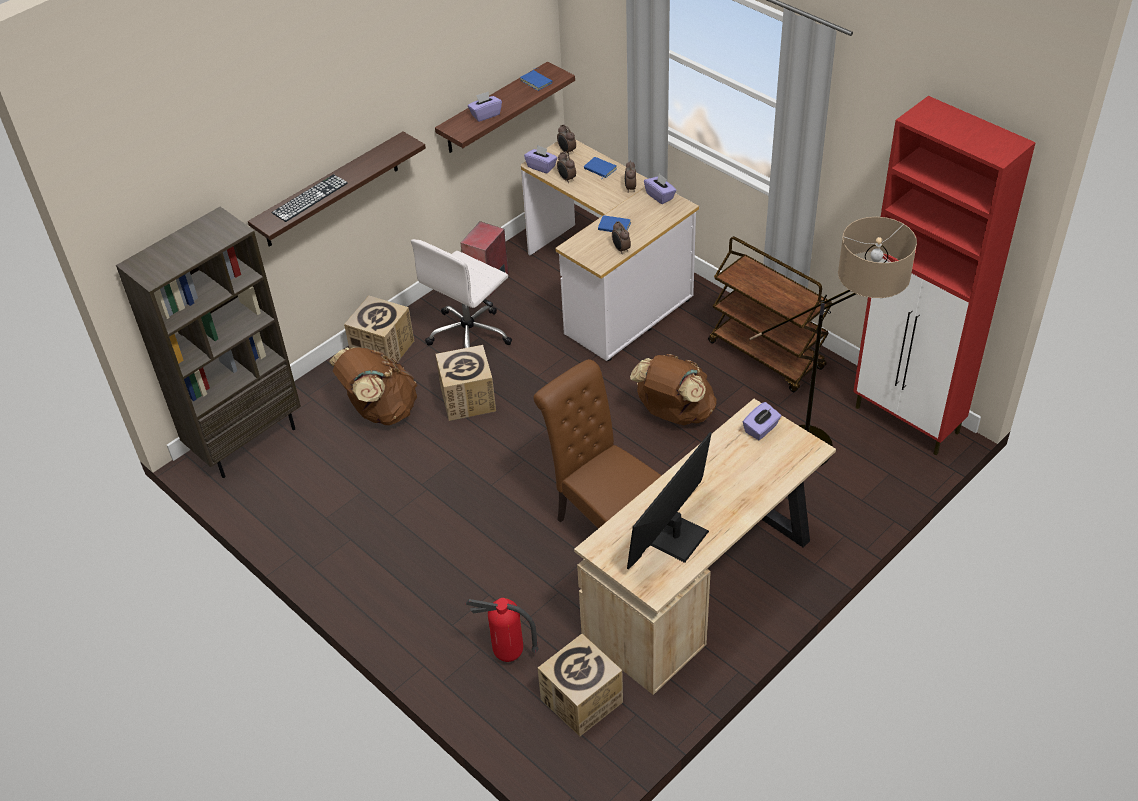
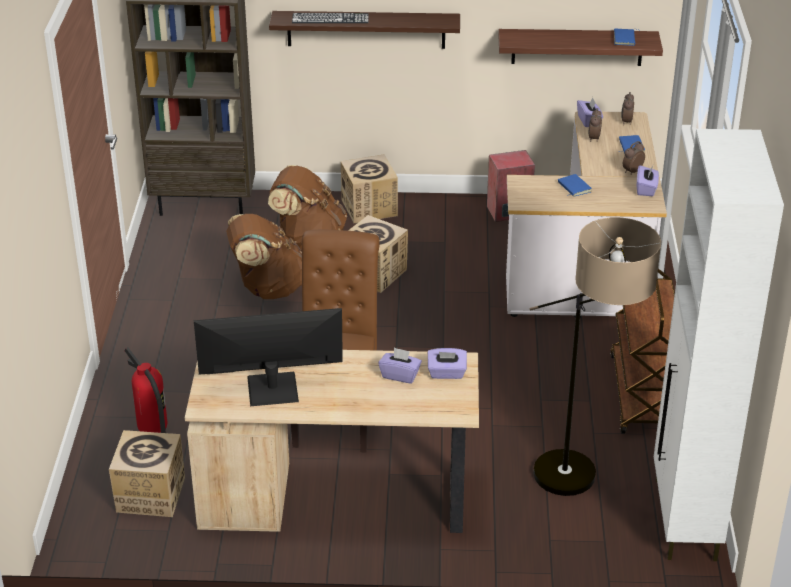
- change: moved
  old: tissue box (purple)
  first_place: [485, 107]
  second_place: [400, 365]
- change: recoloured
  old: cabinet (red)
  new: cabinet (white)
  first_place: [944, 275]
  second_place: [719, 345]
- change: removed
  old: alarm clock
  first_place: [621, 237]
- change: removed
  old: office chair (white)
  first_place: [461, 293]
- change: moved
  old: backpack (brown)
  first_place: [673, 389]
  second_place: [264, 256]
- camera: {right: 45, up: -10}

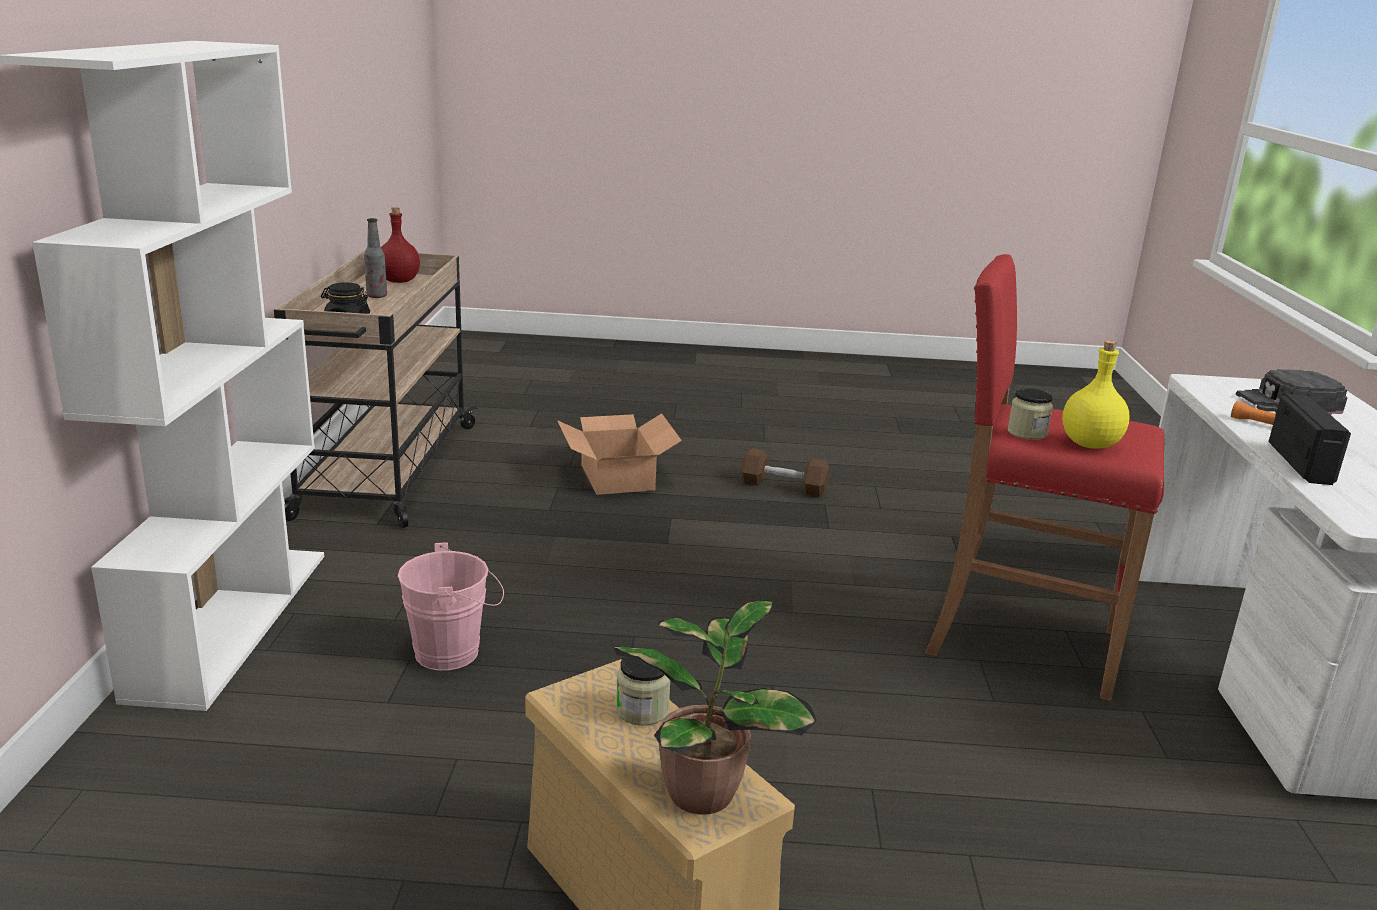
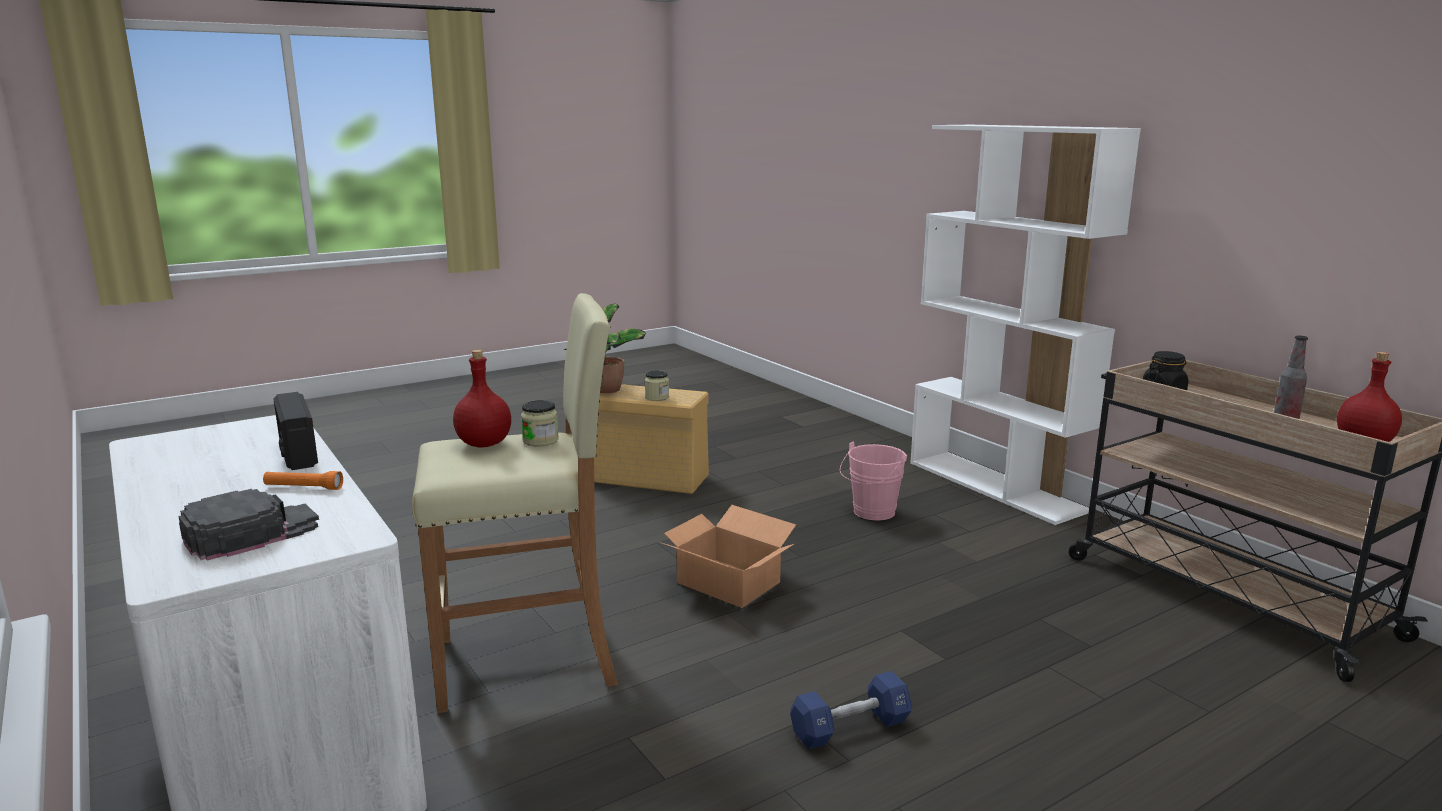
- change: recoloured
  old: stool (red)
  new: stool (beige)
  first_place: [1044, 477]
  second_place: [515, 503]
- change: recoloured
  old: bottle (yellow)
  new: bottle (red)
  first_place: [1096, 394]
  second_place: [482, 398]
- change: moved
  old: cardboard box
  first_place: [619, 454]
  second_place: [727, 556]
- change: removed
  old: dumbbell (brown)
  first_place: [785, 472]
- change: added
  new: dumbbell (blue)
  second_place: [851, 710]
- camera: {right: 145, up: -5}

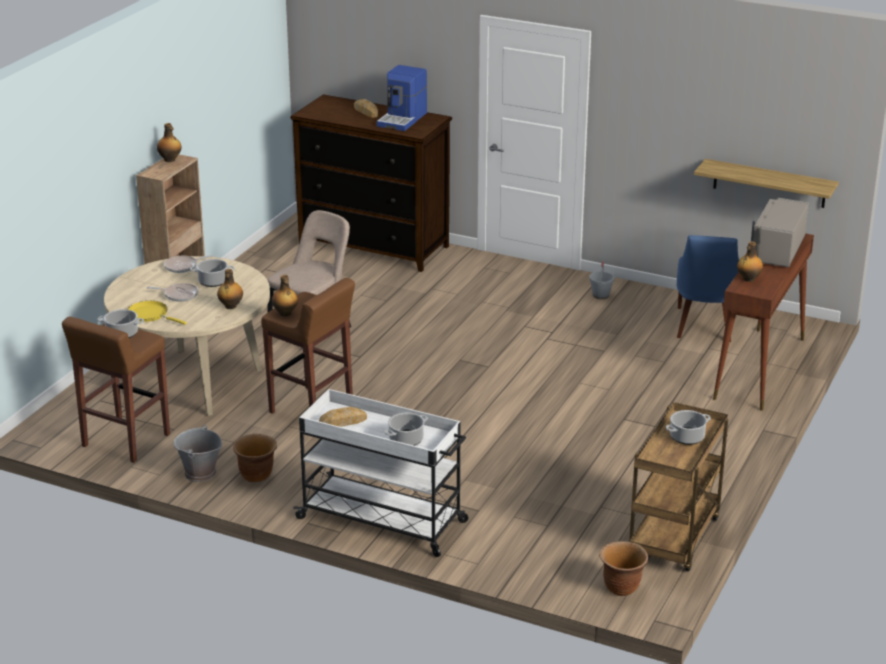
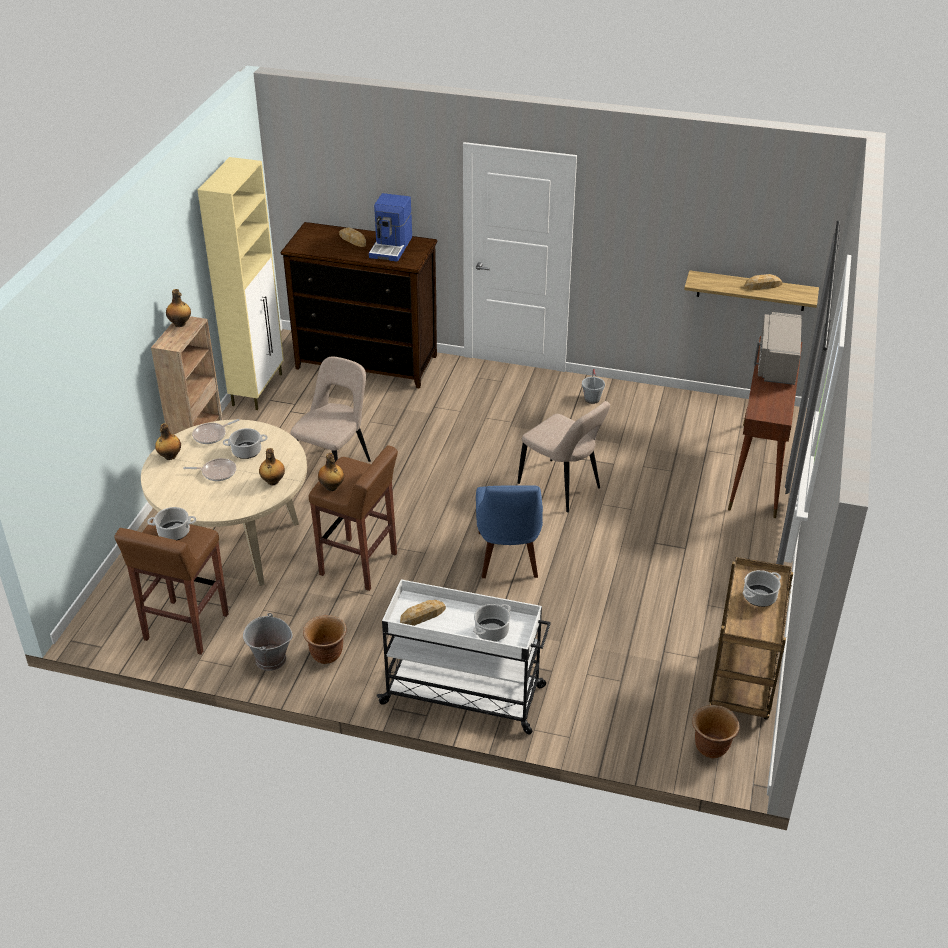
- change: moved
  old: chair (blue)
  first_place: [708, 288]
  second_place: [509, 531]
- change: moved
  old: bottle
  first_place: [750, 261]
  second_place: [168, 441]
- change: removed
  old: frying pan (yellow)
  first_place: [157, 313]
- change: added
  new: cabinet (beige)
  second_place: [241, 283]
- change: added
  new: bread
  second_place: [763, 282]
- change: added
  new: chair (beige)
  second_place: [564, 456]
- camera: {right: -10, up: 10}

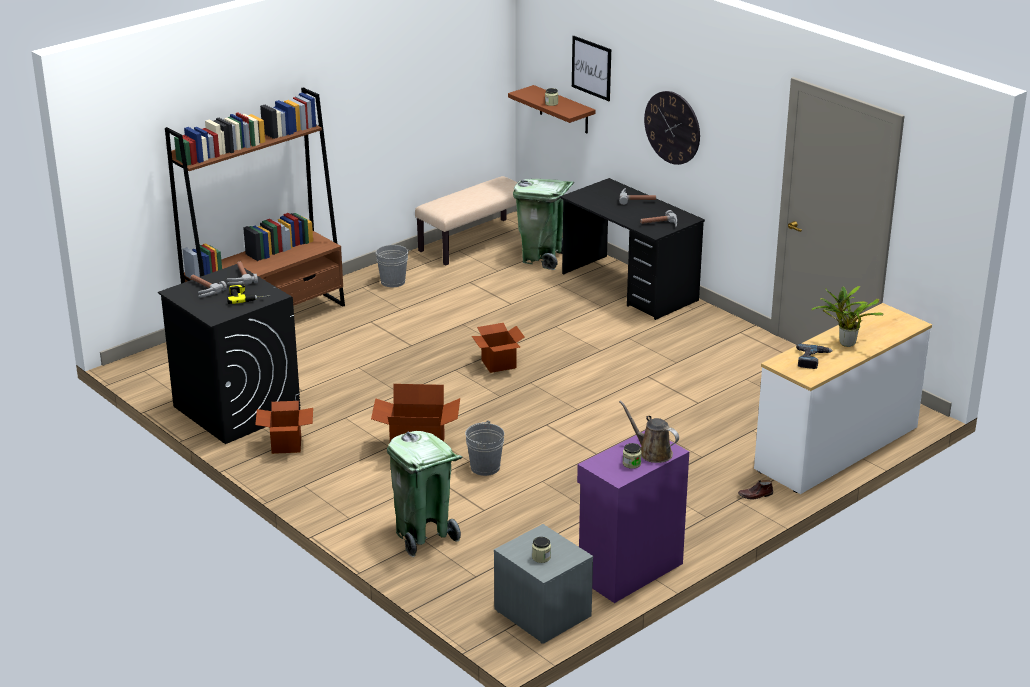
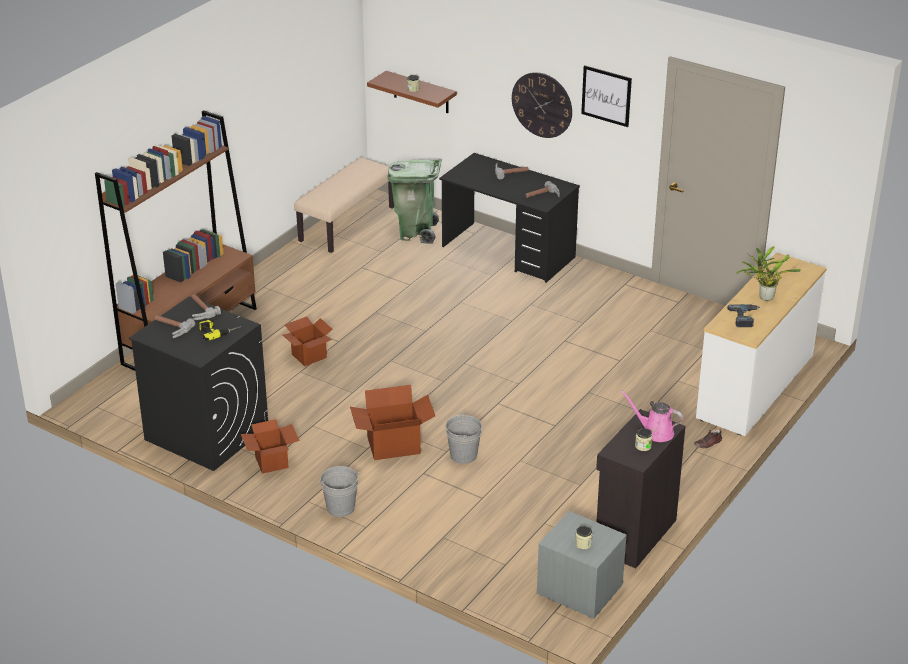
- change: moved
  old: picture
  first_place: [591, 68]
  second_place: [606, 96]
- change: moved
  old: bucket (grey)
  first_place: [391, 266]
  second_place: [339, 491]
- change: moved
  old: cardboard box
  first_place: [498, 348]
  second_place: [307, 341]
- change: recoloured
  old: watering can (brown)
  new: watering can (pink)
  first_place: [649, 431]
  second_place: [652, 416]
- change: removed
  old: trash can (green)
  first_place: [424, 494]
- change: recoloured
  old: cabinet (purple)
  new: cabinet (black)
  first_place: [633, 517]
  second_place: [641, 488]
- camera: {right: -15, up: 5}

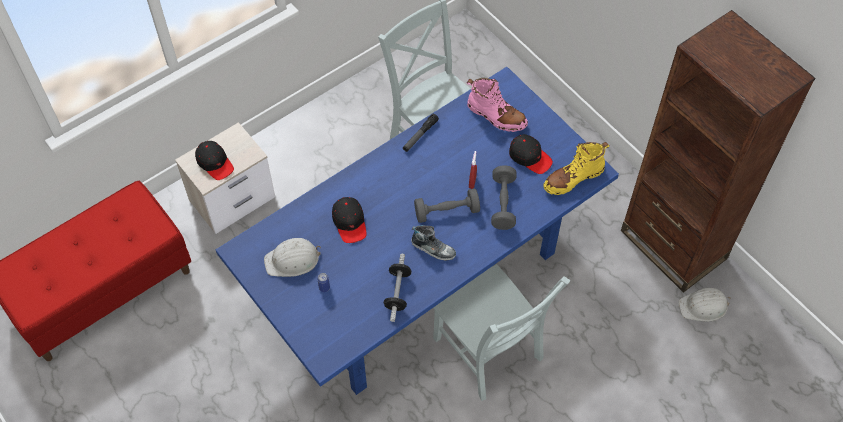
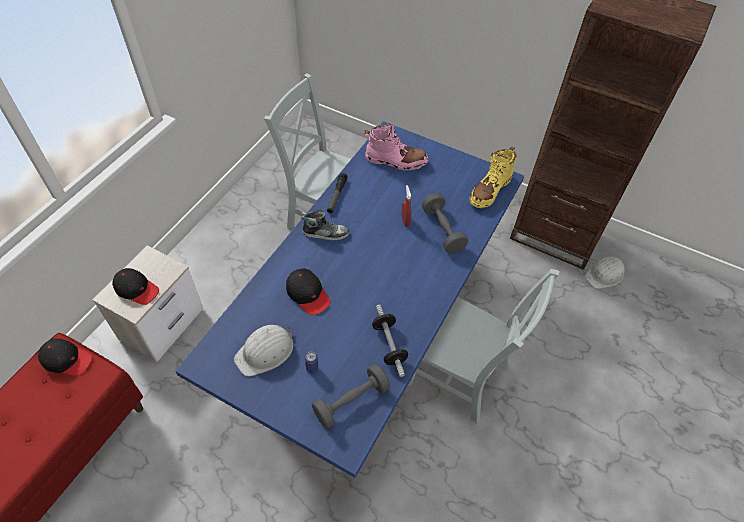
- change: moved
  old: cap (black)
  first_place: [531, 154]
  second_place: [65, 357]
- change: moved
  old: dumbbell (grey)
  first_place: [447, 206]
  second_place: [351, 396]
- change: moved
  old: shoe
  first_place: [433, 243]
  second_place: [325, 225]
- camera: {right: -25, up: -5}

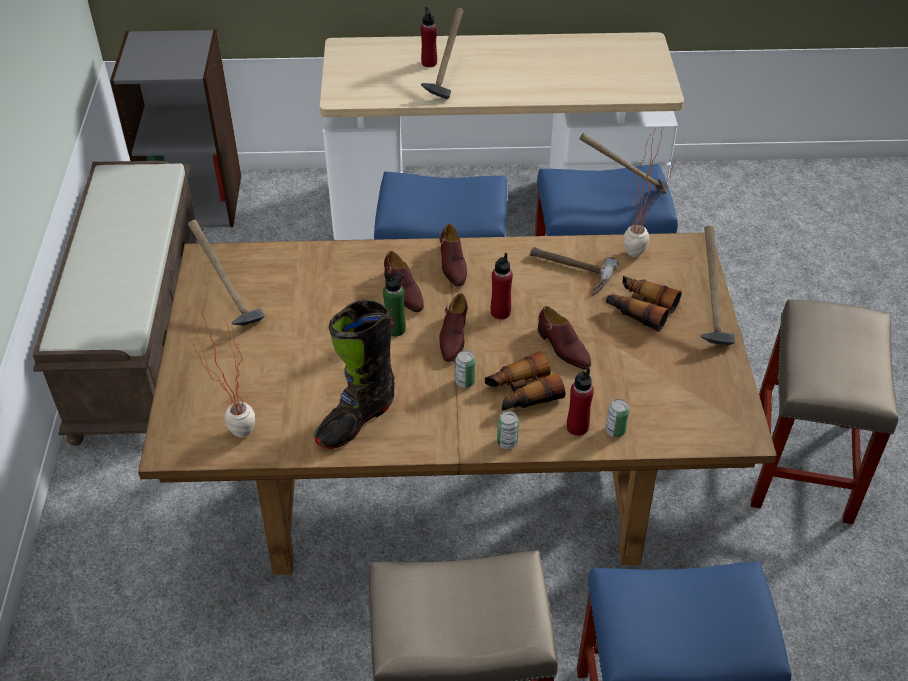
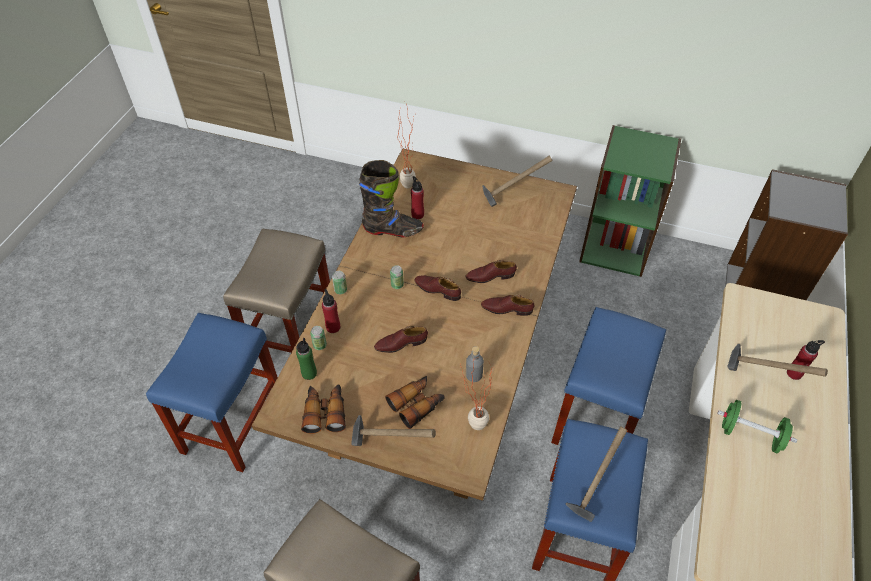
- change: replaced
  old: bench (brown)
  new: bookcase (green)
  first_place: [118, 303]
  second_place: [630, 201]
- change: replaced
  old: hammer
  new: bottle (grey)
  first_place: [574, 271]
  second_place: [475, 364]
- change: moved
  old: bottle (red)
  first_place: [502, 286]
  second_place: [417, 197]
- change: moved
  old: bottle (green)
  first_place: [394, 304]
  second_place: [306, 359]
- change: turned
  old: boot (black)
  first_place: [354, 374]
  second_place: [391, 198]
  degrees: 120
- change: moved
  old: binoculars
  first_place: [525, 381]
  second_place: [323, 409]
- change: added
  new: dumbbell (green)
  second_place: [757, 426]
- camera: {right: 110, up: 5}

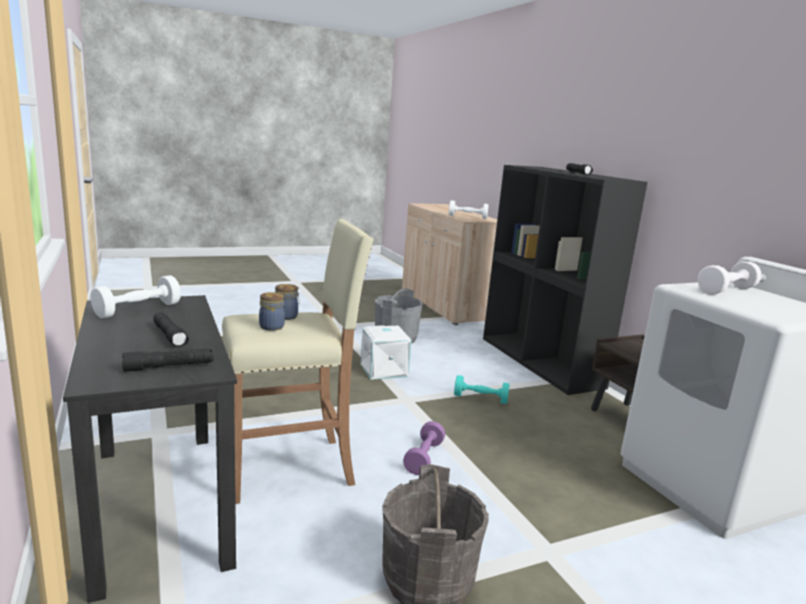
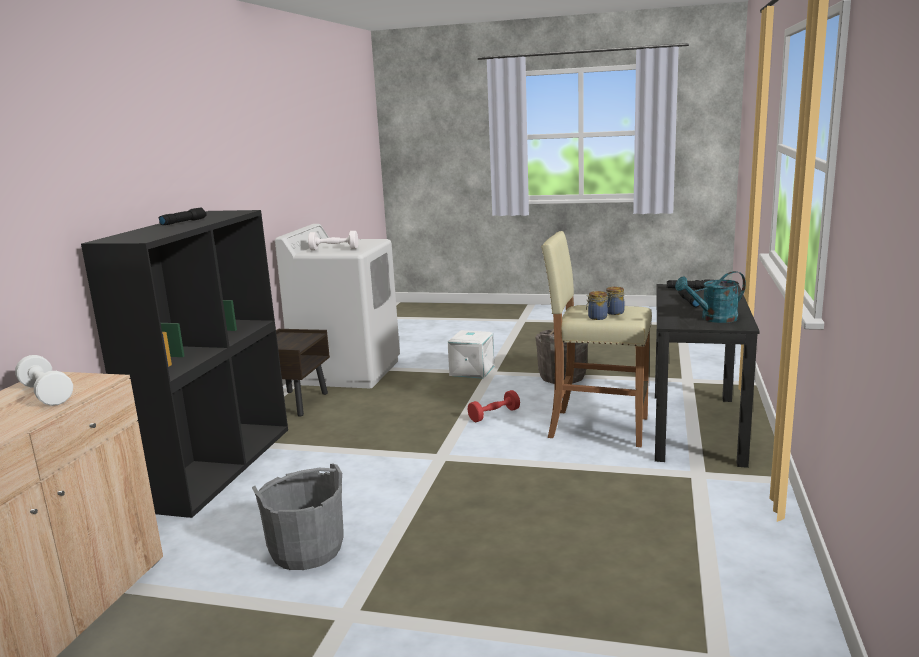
- change: replaced
  old: dumbbell (white)
  new: watering can (turquoise)
  first_place: [136, 297]
  second_place: [710, 297]
- change: moved
  old: storage box (white)
  first_place: [386, 352]
  second_place: [471, 354]
- change: removed
  old: dumbbell (turquoise)
  first_place: [482, 389]
- change: recoloured
  old: dumbbell (purple)
  new: dumbbell (red)
  first_place: [424, 448]
  second_place: [493, 406]
- camera: {right: -140, up: 0}

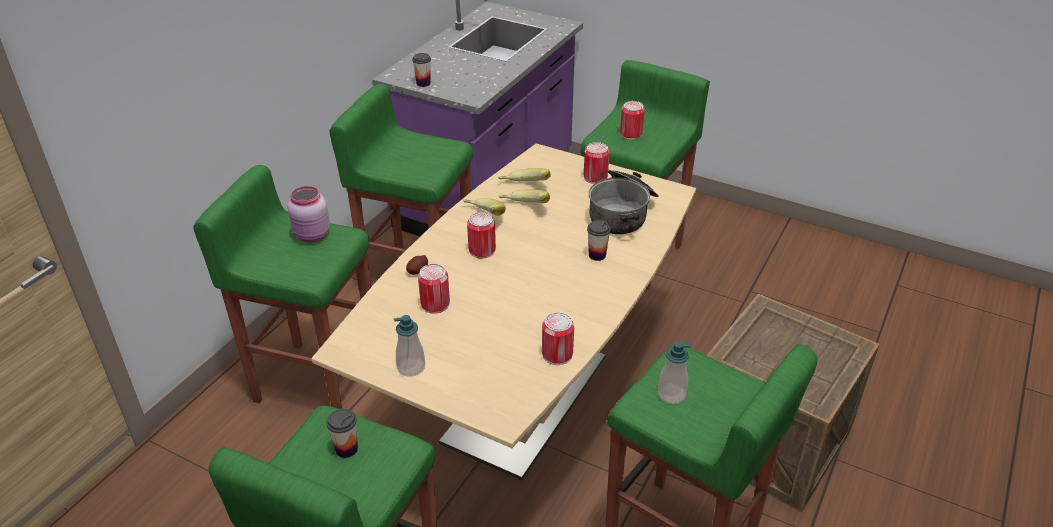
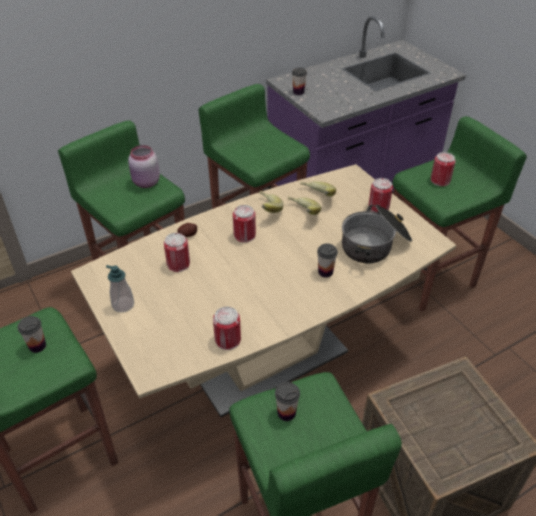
- change: replaced
  old: soap dispenser
  new: cup
  first_place: [674, 372]
  second_place: [287, 401]
- camera: {right: 30, up: 5}

